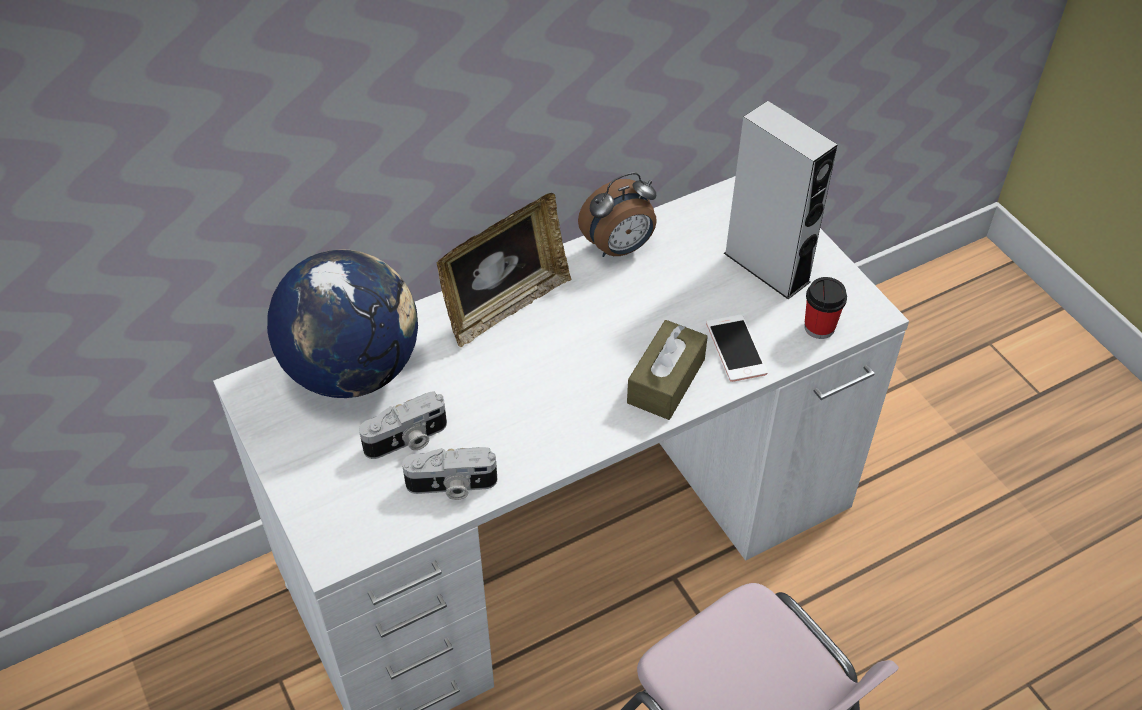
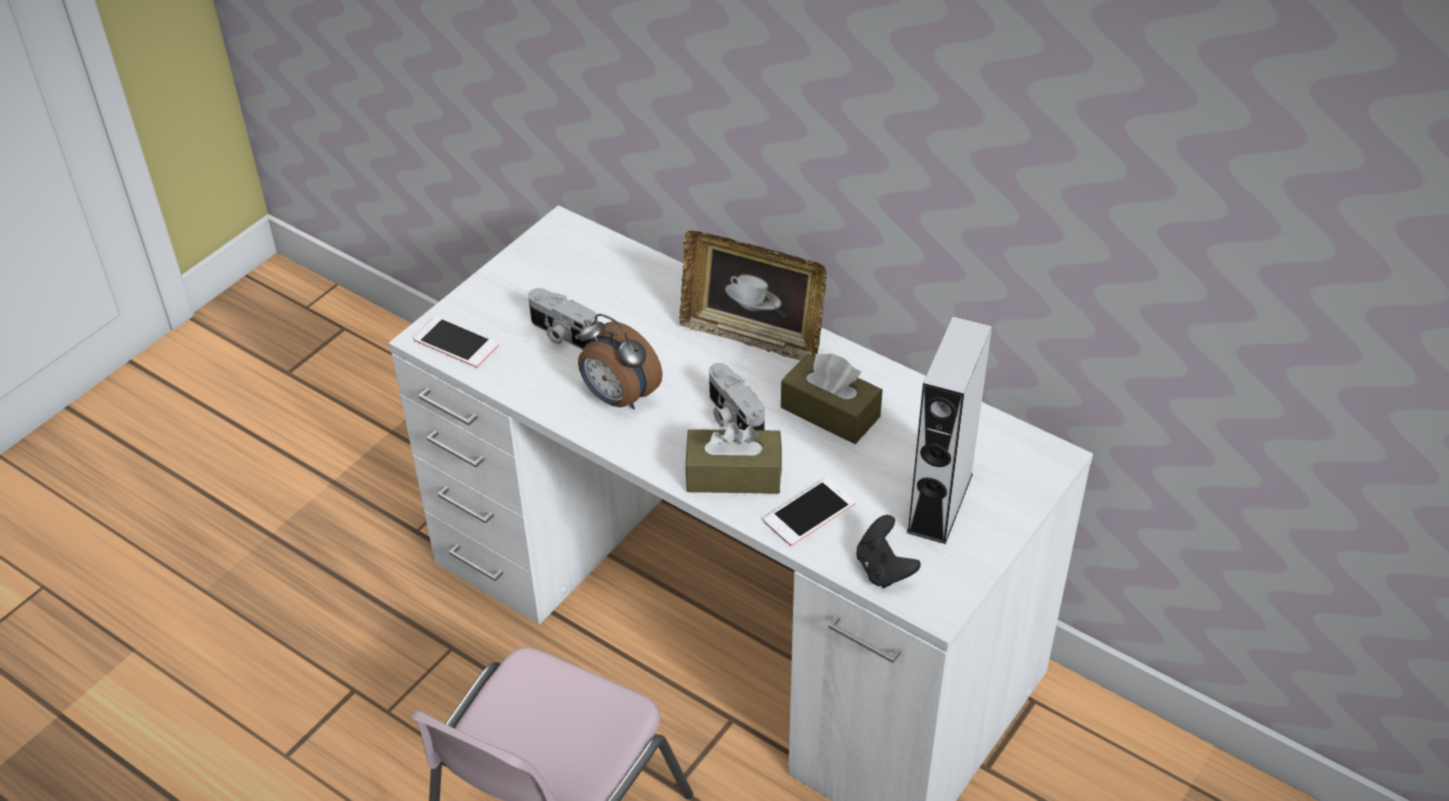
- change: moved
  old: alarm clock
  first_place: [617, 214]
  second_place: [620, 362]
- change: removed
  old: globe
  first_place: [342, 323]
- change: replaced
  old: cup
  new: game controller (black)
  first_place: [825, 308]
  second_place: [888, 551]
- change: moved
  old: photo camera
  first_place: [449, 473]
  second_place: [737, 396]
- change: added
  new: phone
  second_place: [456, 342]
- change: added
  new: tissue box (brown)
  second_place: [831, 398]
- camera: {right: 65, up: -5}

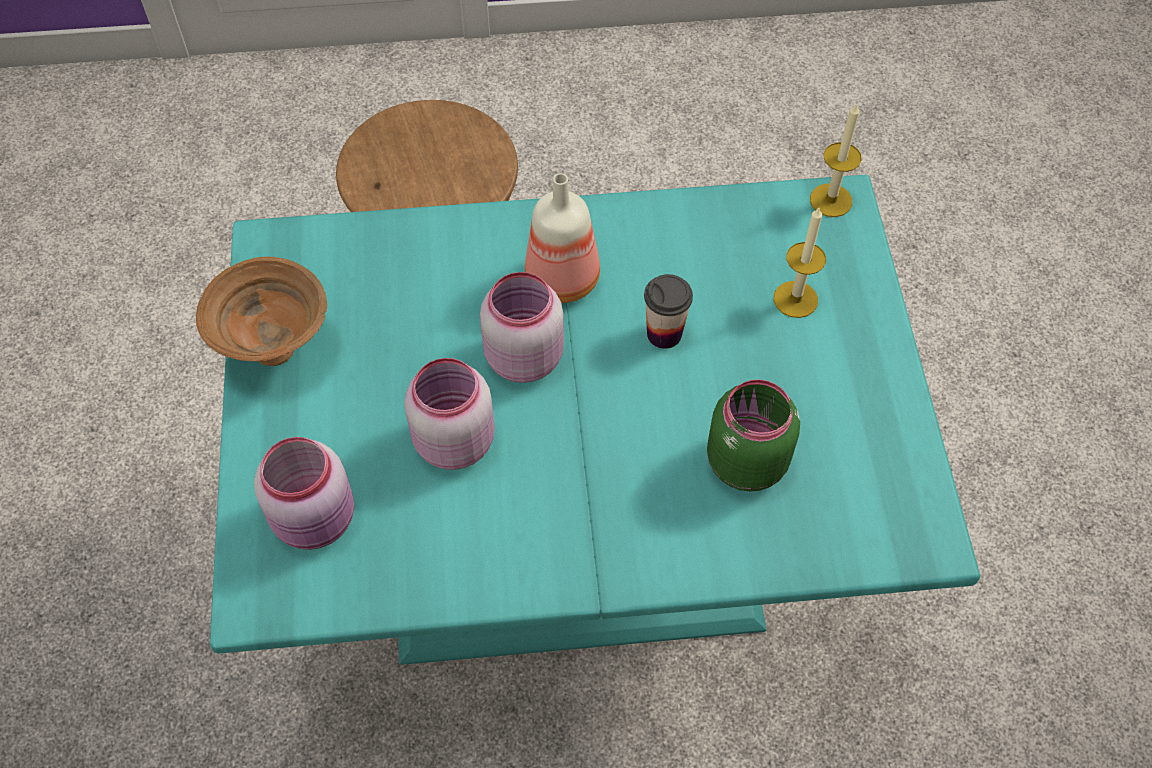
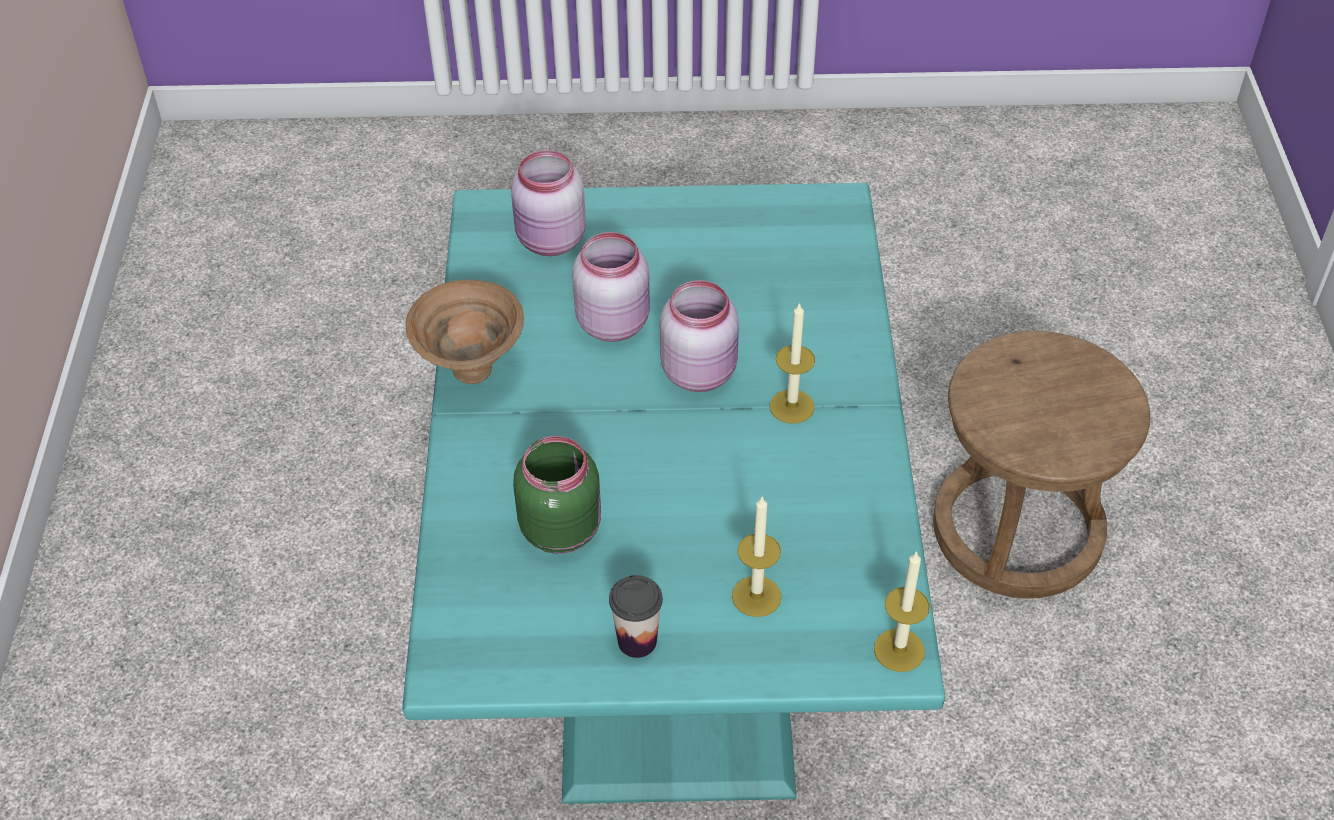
- change: replaced
  old: bottle
  new: candle
  first_place: [562, 238]
  second_place: [792, 363]
- change: moved
  old: bowl (brown)
  first_place: [261, 311]
  second_place: [465, 332]
- change: moved
  old: cup
  first_place: [668, 311]
  second_place: [636, 616]
- camera: {right: 95, up: -10}

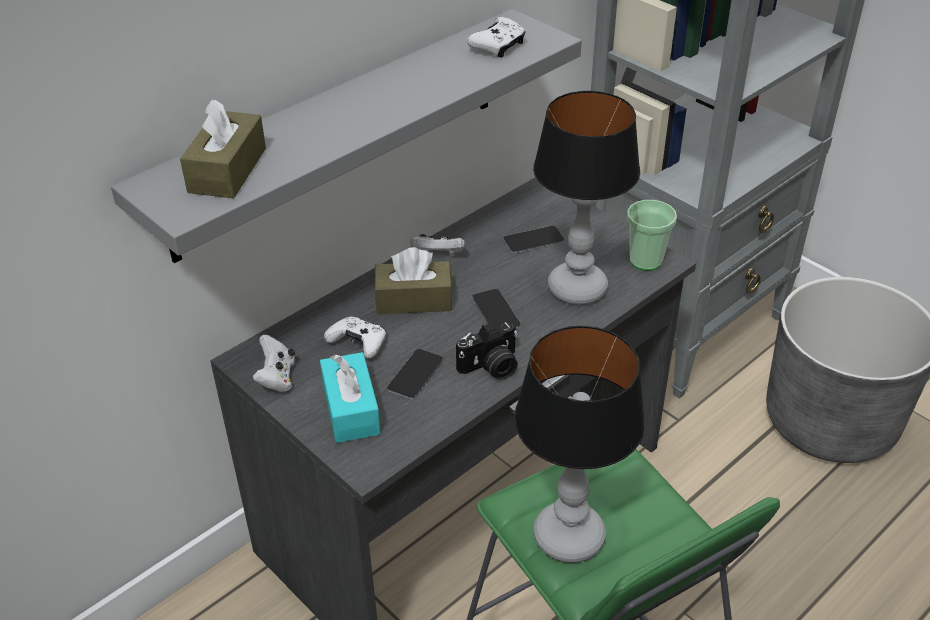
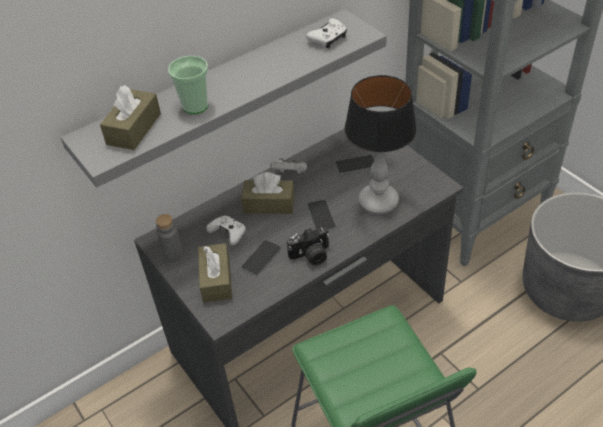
- change: moved
  old: cup
  first_place: [652, 235]
  second_place: [188, 85]
- change: removed
  old: table lamp
  first_place: [579, 444]
- change: replaced
  old: game controller (white)
  new: bottle (grey)
  first_place: [273, 363]
  second_place: [169, 238]
- change: recoloured
  old: tissue box (turquoise)
  new: tissue box (brown)
  first_place: [350, 397]
  second_place: [215, 273]
- camera: {right: 10, up: 5}

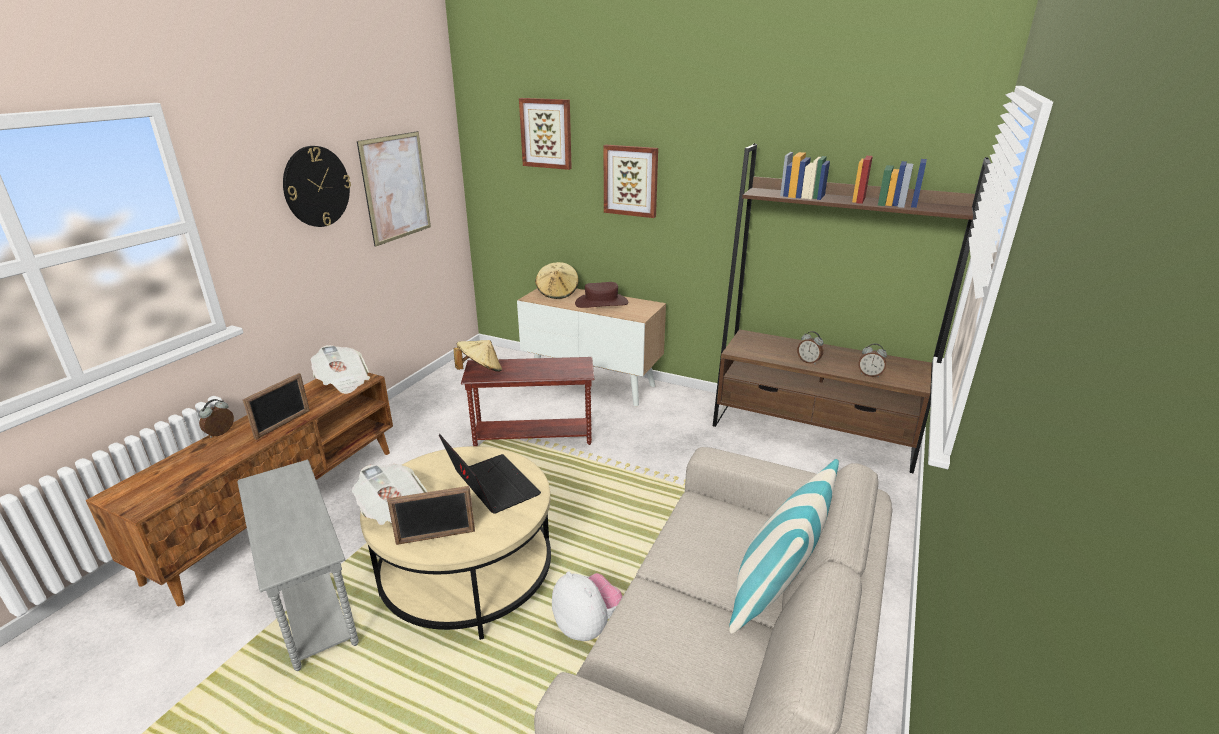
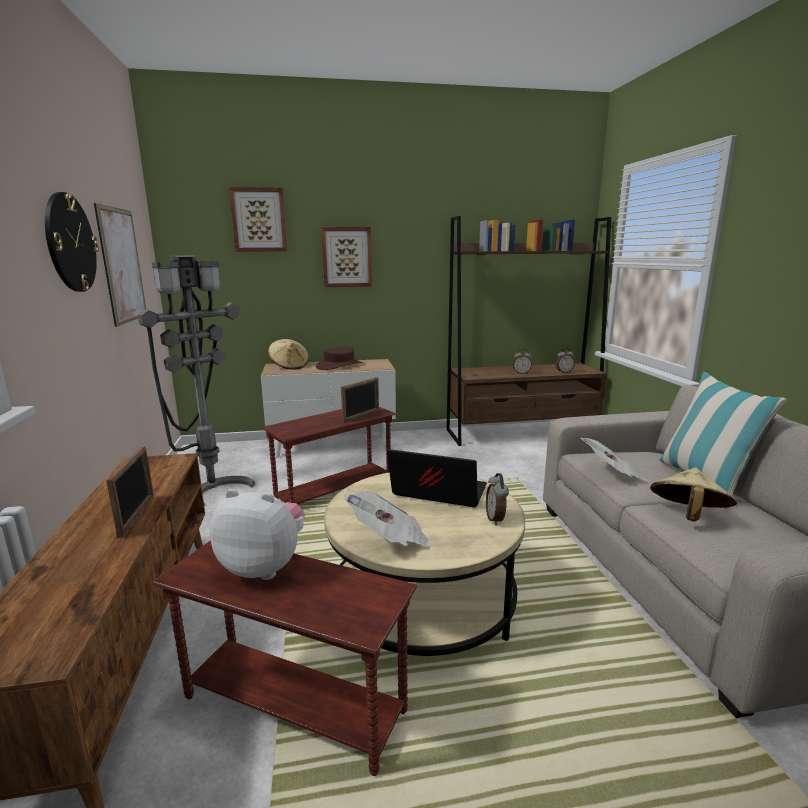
- change: moved
  old: hat (beige)
  first_place: [477, 356]
  second_place: [693, 494]
- change: moved
  old: newspaper
  first_place: [340, 369]
  second_place: [614, 459]
- change: moved
  old: alarm clock
  first_place: [216, 418]
  second_place: [497, 499]
- change: recoloured
  old: side table (grey)
  new: side table (brown)
  first_place: [298, 565]
  second_place: [284, 658]
- change: moved
  old: picture frame
  first_place: [431, 515]
  second_place: [360, 400]
- change: moved
  old: plush toy
  first_place: [587, 606]
  second_place: [257, 534]
- change: added
  new: floor lamp (grey)
  second_place: [196, 380]
- camera: {right: -35, up: -10}

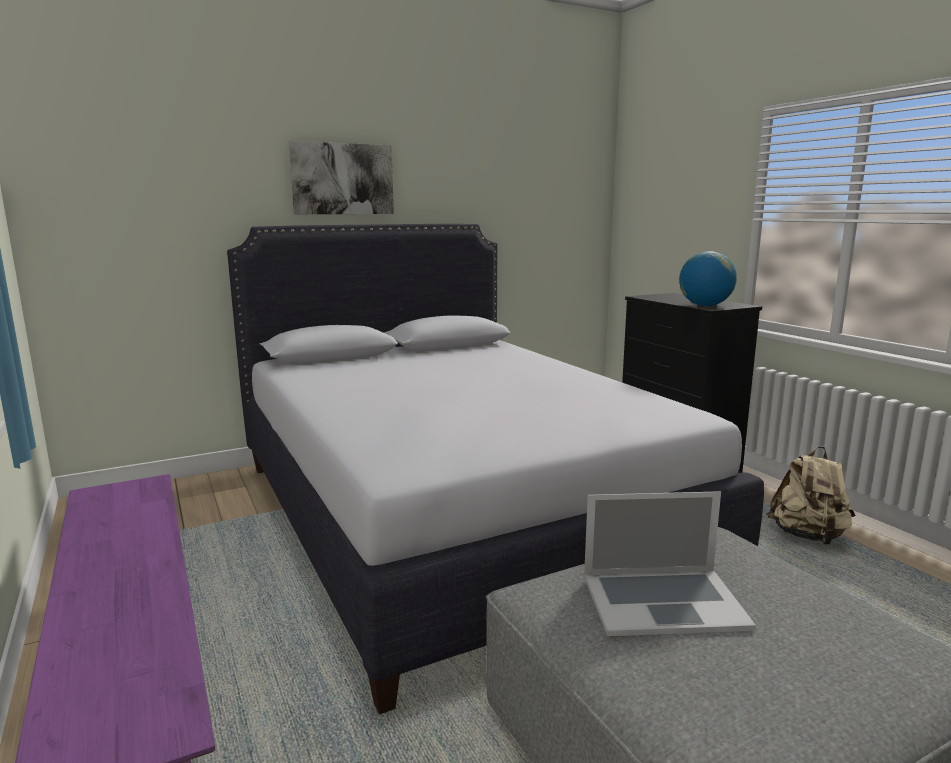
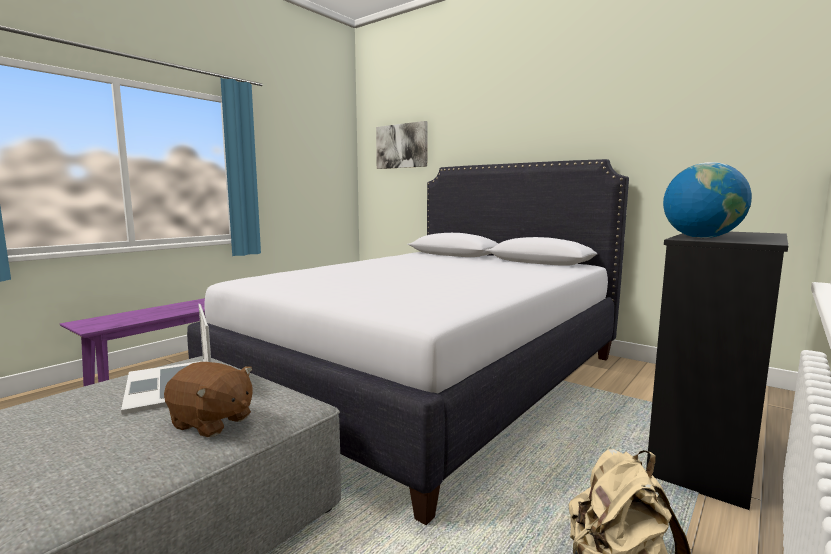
- change: moved
  old: picture
  first_place: [341, 177]
  second_place: [402, 145]
- change: added
  new: plush toy (brown)
  second_place: [208, 399]
- camera: {right: 65, up: -5}

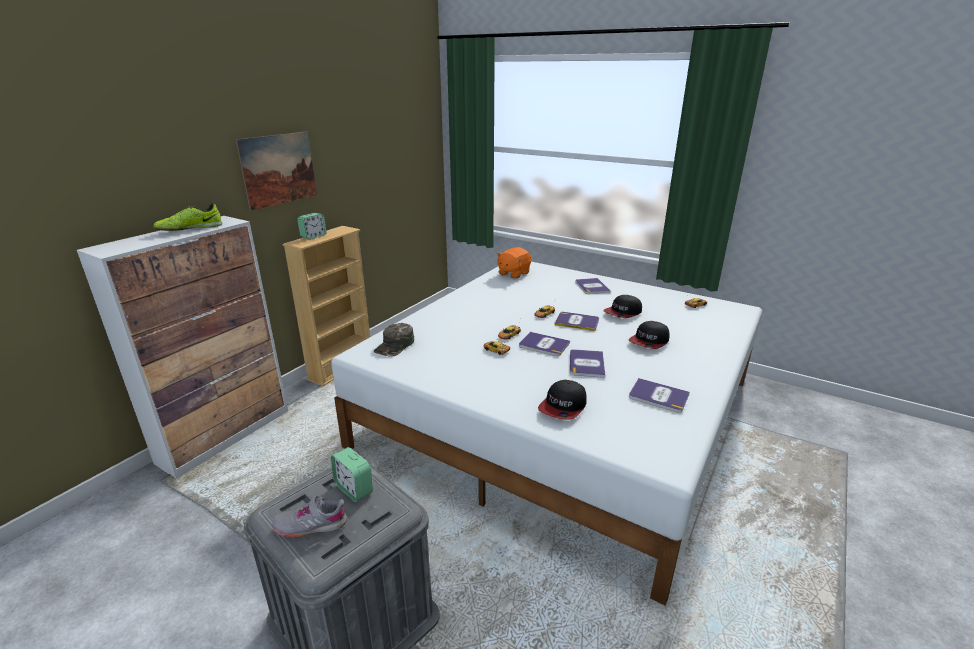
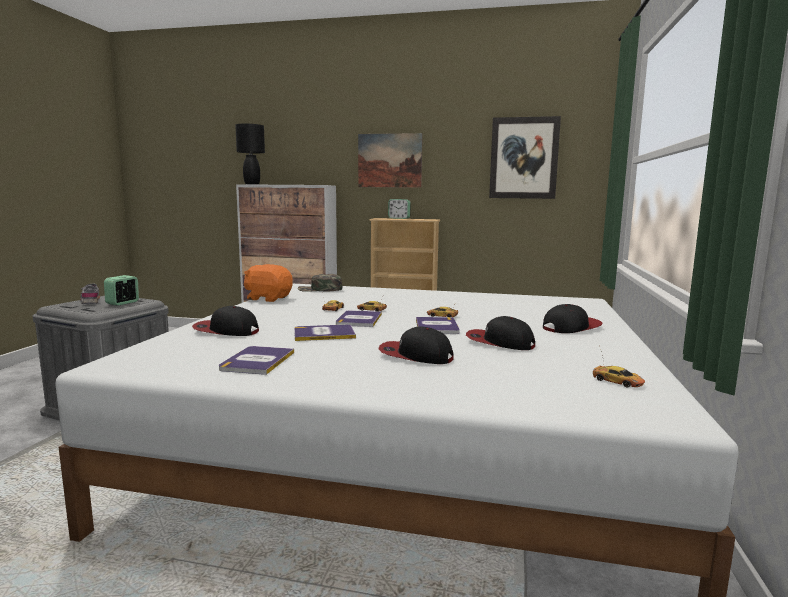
- change: removed
  old: shoe
  first_place: [187, 217]
- change: moved
  old: plush toy (orange)
  first_place: [514, 263]
  second_place: [268, 283]
- change: replaced
  old: book
  new: cap
  first_place: [593, 286]
  second_place: [573, 318]
- change: added
  new: picture
  second_place: [525, 157]
- change: added
  new: table lamp (black)
  second_place: [250, 154]
- camera: {right: 70, up: -15}

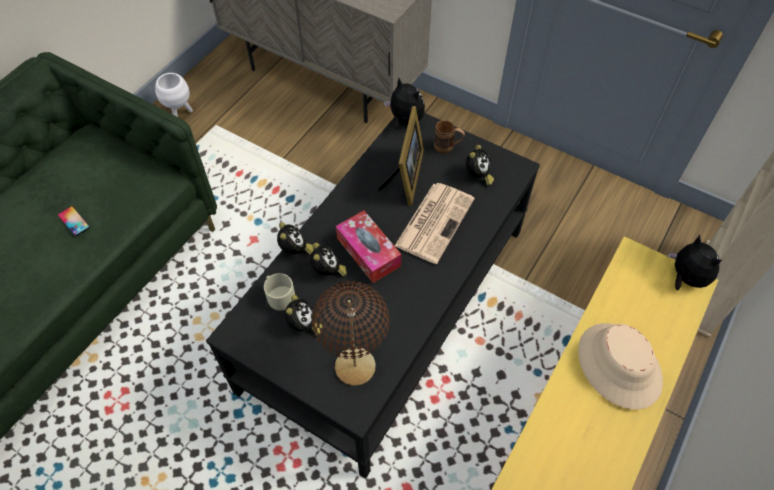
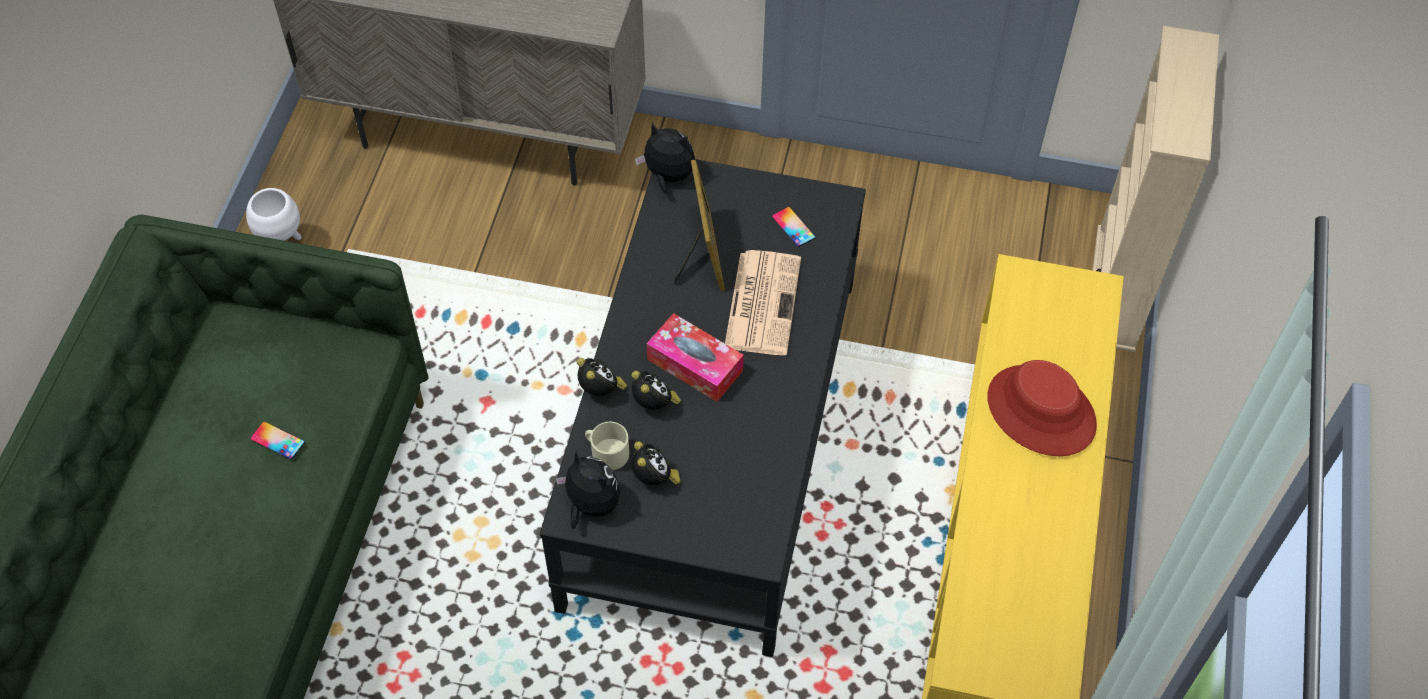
- change: removed
  old: mug (brown)
  first_place: [449, 137]
- change: replaced
  old: alarm clock
  new: phone
  first_place: [480, 165]
  second_place: [794, 227]
- change: moved
  old: plush toy
  first_place: [694, 262]
  second_place: [588, 490]
- change: removed
  old: table lamp (brown)
  first_place: [350, 333]
- change: recoloured
  old: hat (beige)
  new: hat (red)
  first_place: [620, 366]
  second_place: [1042, 408]
- camera: {right: -20, up: 0}

